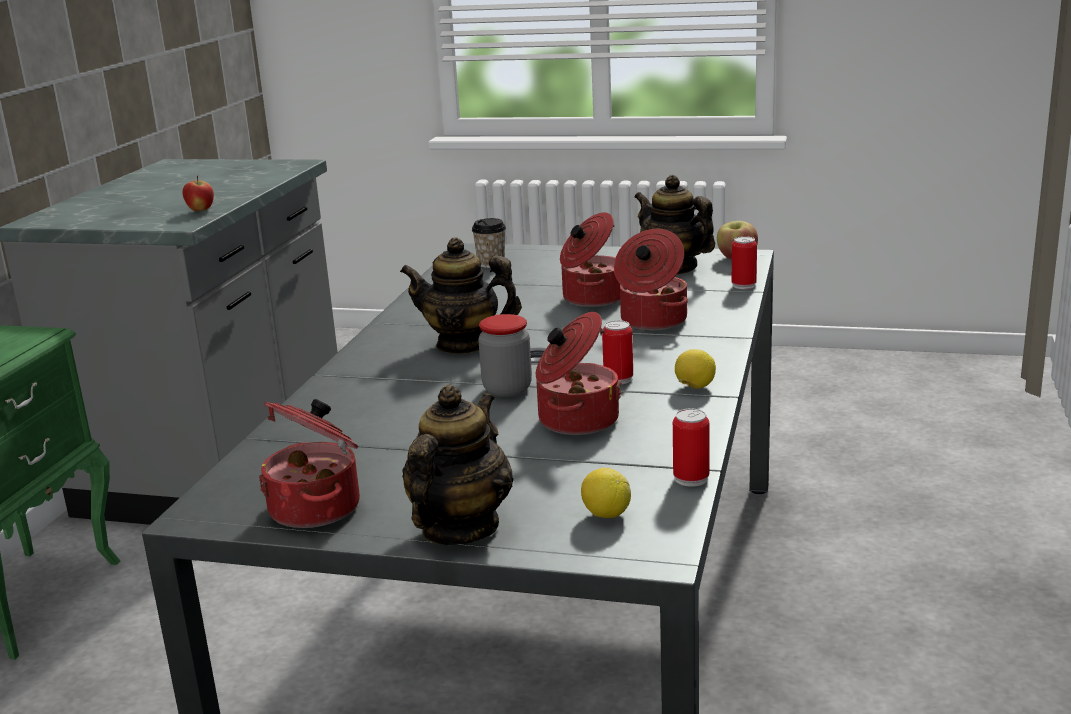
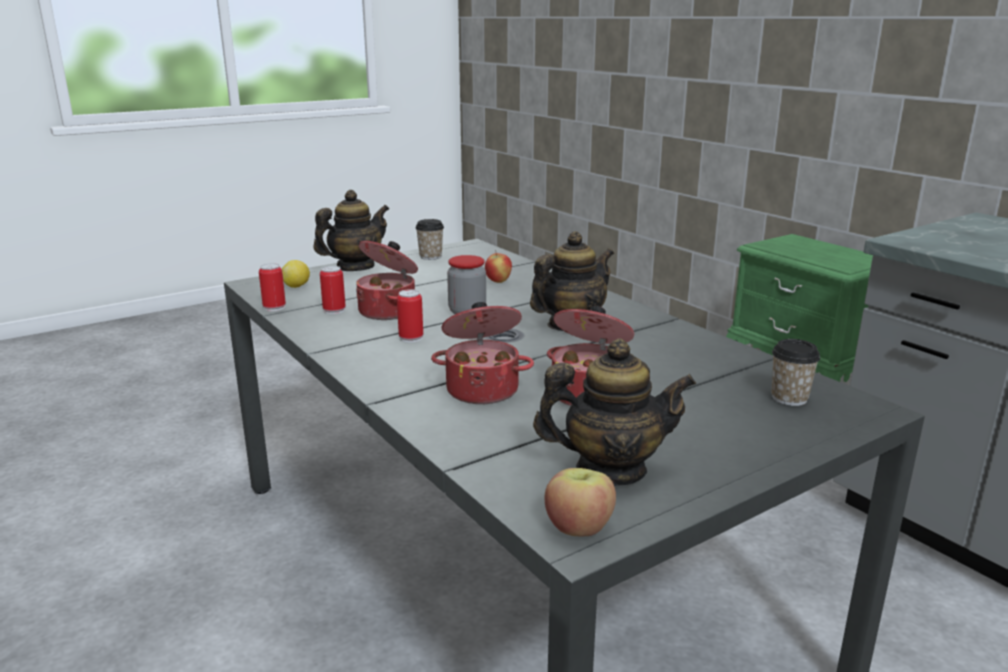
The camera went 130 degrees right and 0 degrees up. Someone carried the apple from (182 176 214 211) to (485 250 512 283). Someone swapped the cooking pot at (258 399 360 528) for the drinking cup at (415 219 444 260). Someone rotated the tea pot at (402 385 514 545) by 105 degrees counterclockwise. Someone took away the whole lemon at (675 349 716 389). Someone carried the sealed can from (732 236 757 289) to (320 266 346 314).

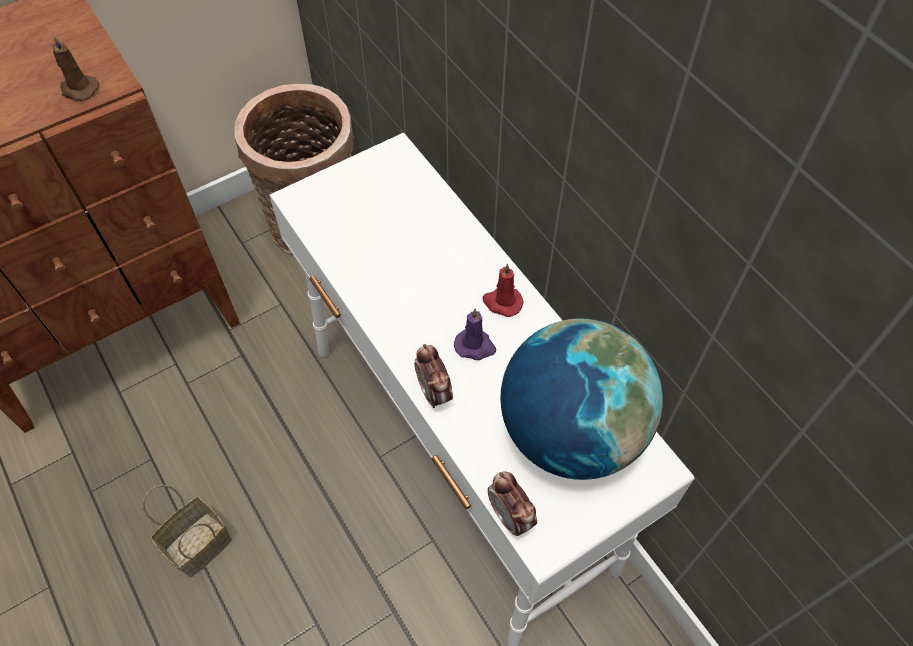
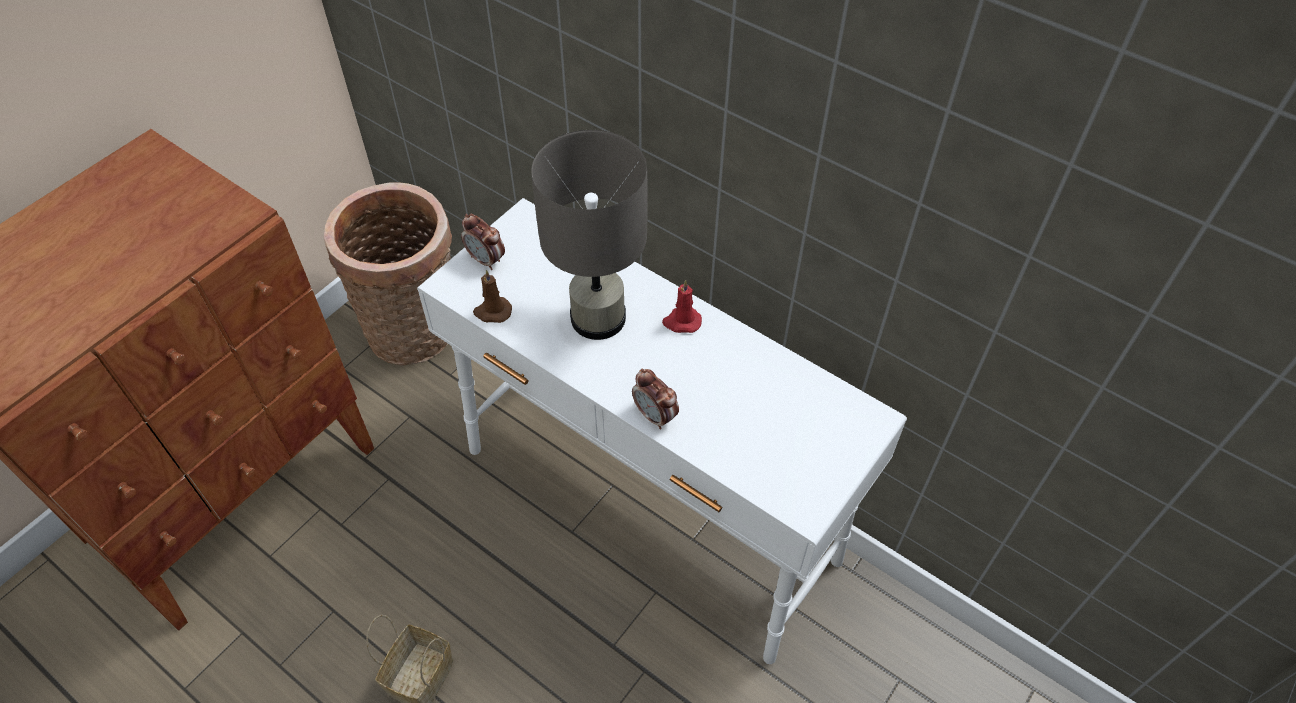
The camera went 20 degrees left and 5 degrees down. Someone carried the wax candle/brown from (52 35 99 101) to (473 270 512 323). Someone took away the wax candle/purplish at (454 309 496 360). Someone carried the table clock from (488 471 537 536) to (461 214 505 270). Someone took away the desk globe at (501 319 663 480). Someone put down the lamp for a table/gray at (531 130 648 340).

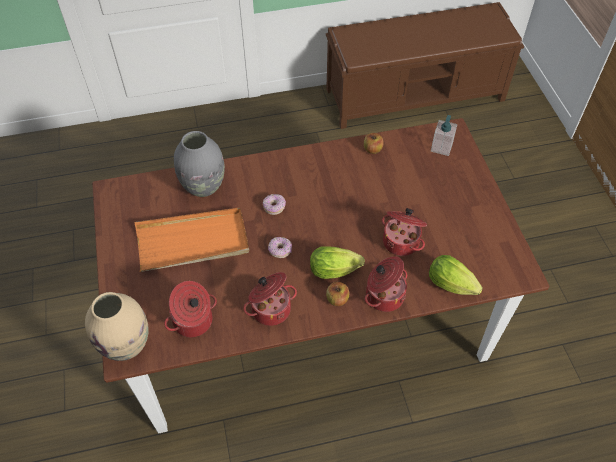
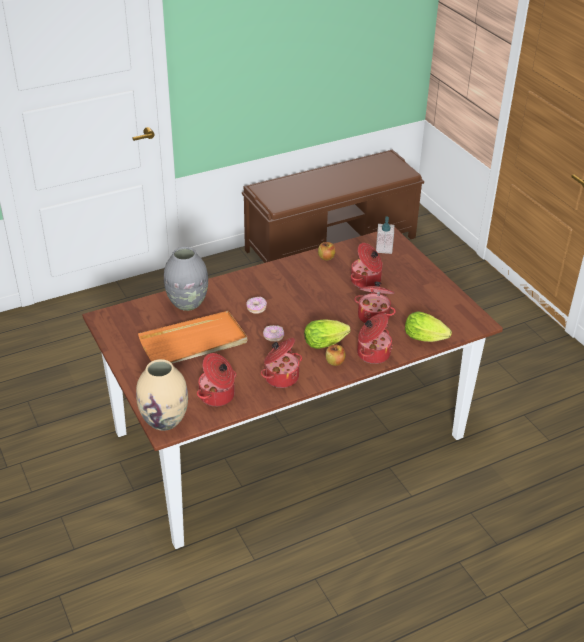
The camera went 15 degrees left and 15 degrees down. Someone put down the cooking pot at (351 243 383 288).

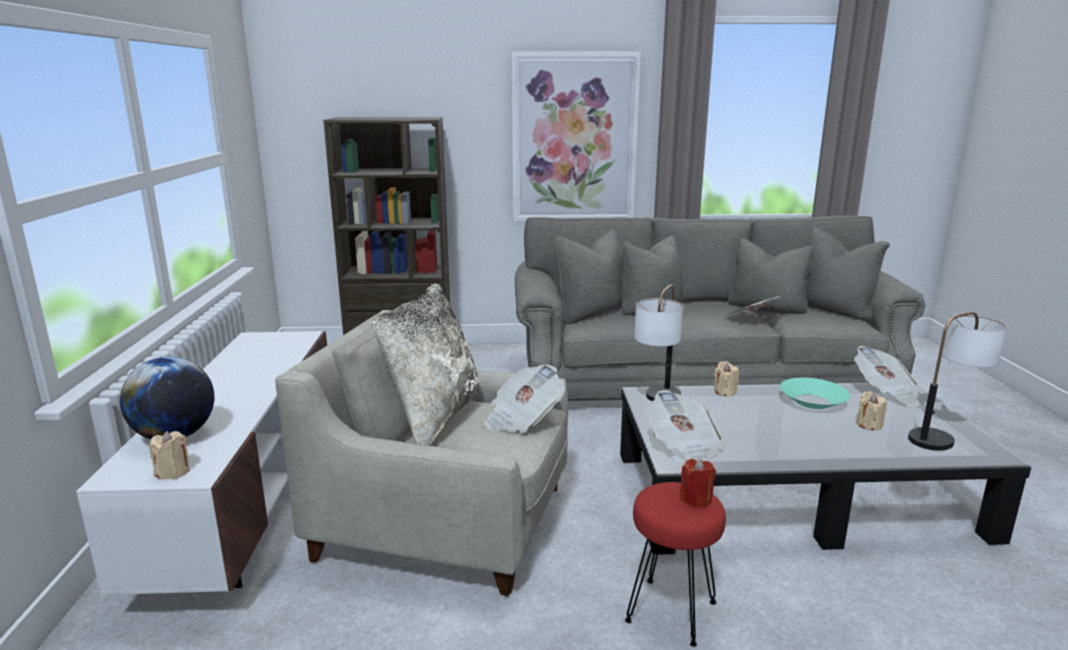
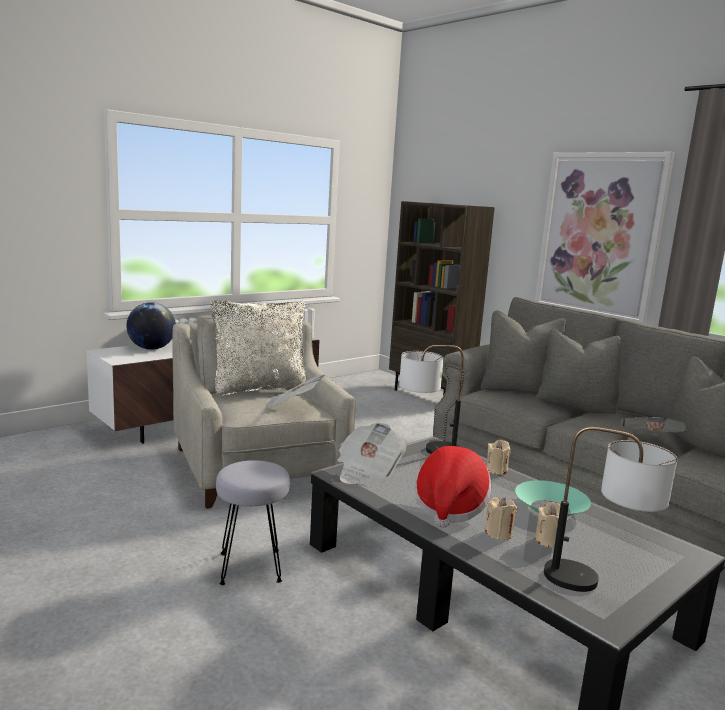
The camera went 50 degrees right and 5 degrees down. Someone carried the wax candle/sand-coloured from (149 431 190 480) to (484 497 517 540). Someone repainted the sitting stool/red-coloured at (625 482 726 647), which became the sitting stool/gray at (216 460 290 585). Someone took away the wax candle/red-coloured at (679 459 716 508). Someone took away the daily paper at (854 346 922 406). Someone put down the wearable hat at (415 446 491 528).

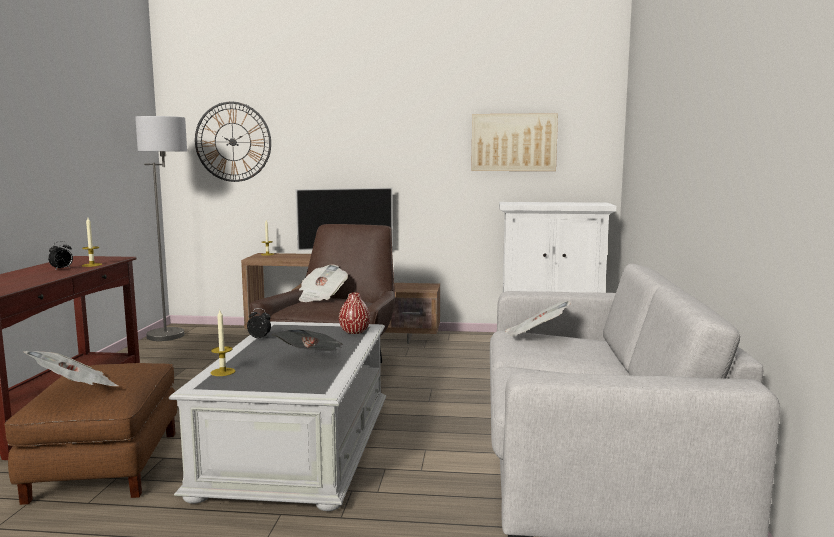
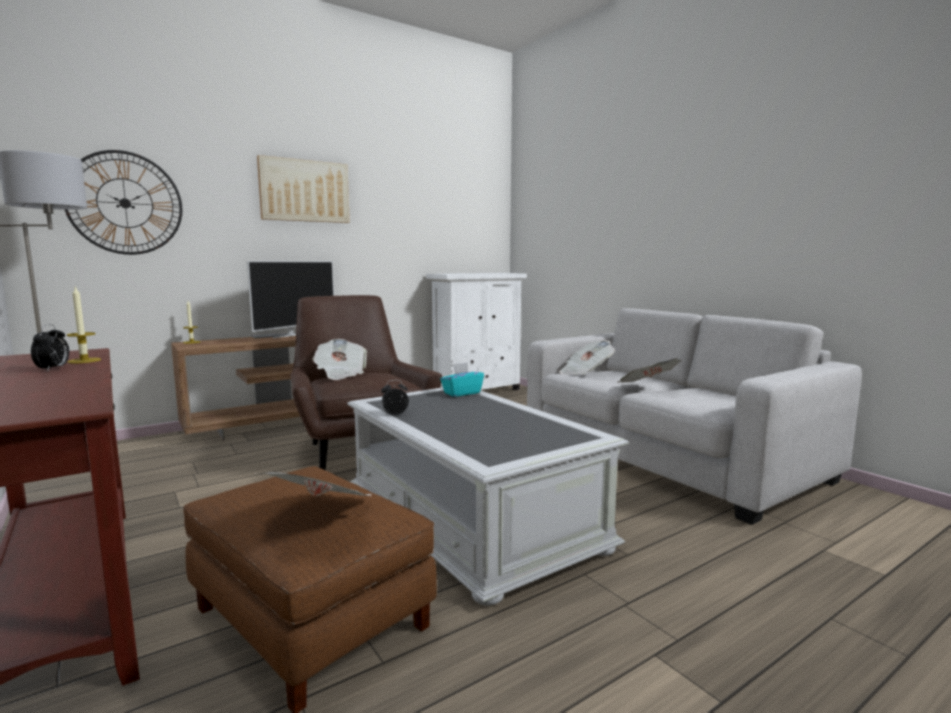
The camera went 40 degrees left and 0 degrees up. Someone took away the wax candle at (211 310 235 376). Someone carried the daily paper from (271 330 343 351) to (618 358 682 383). Someone swapped the vase/red-coloured at (339 293 370 334) for the tissue box/turquoise-coloured at (440 362 484 397). Someone carried the picture from (471 113 558 171) to (257 155 350 223).

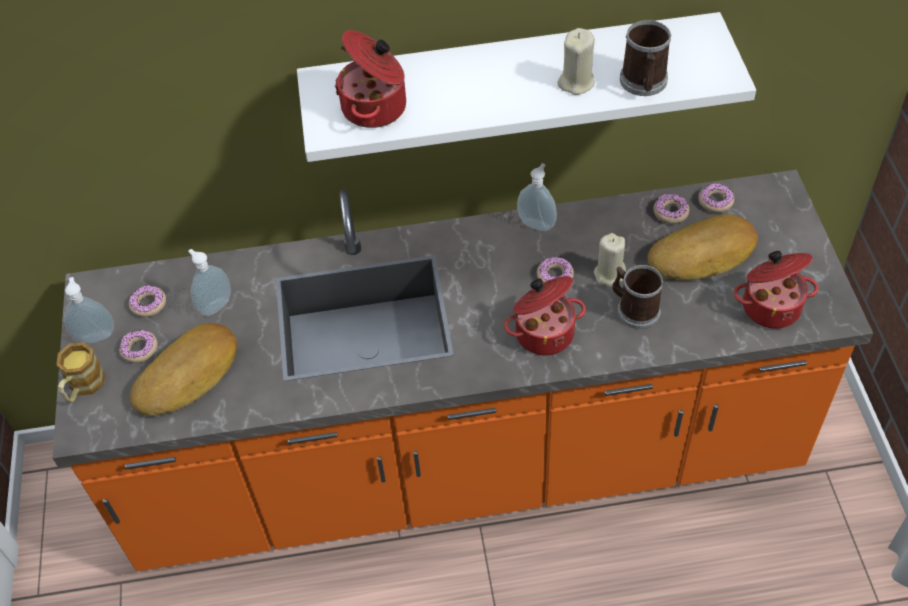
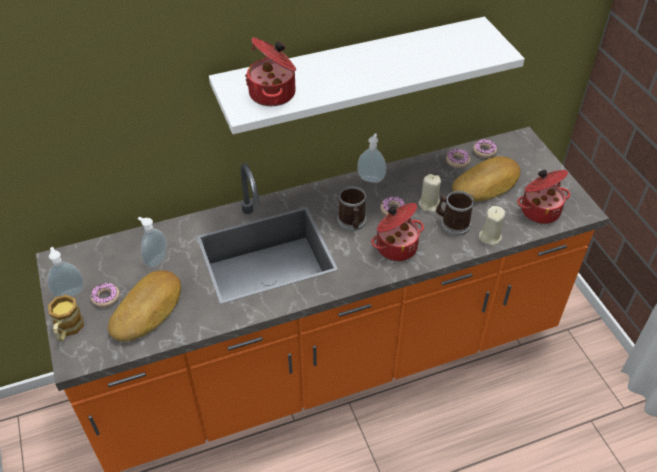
The camera went 15 degrees left and 5 degrees down. Someone took away the doughnut at (129 285 166 317). Someone carried the wax candle/sand-coloured from (557 28 595 95) to (479 206 505 246). Someone carried the coffee mug from (620 20 671 96) to (337 186 366 231).

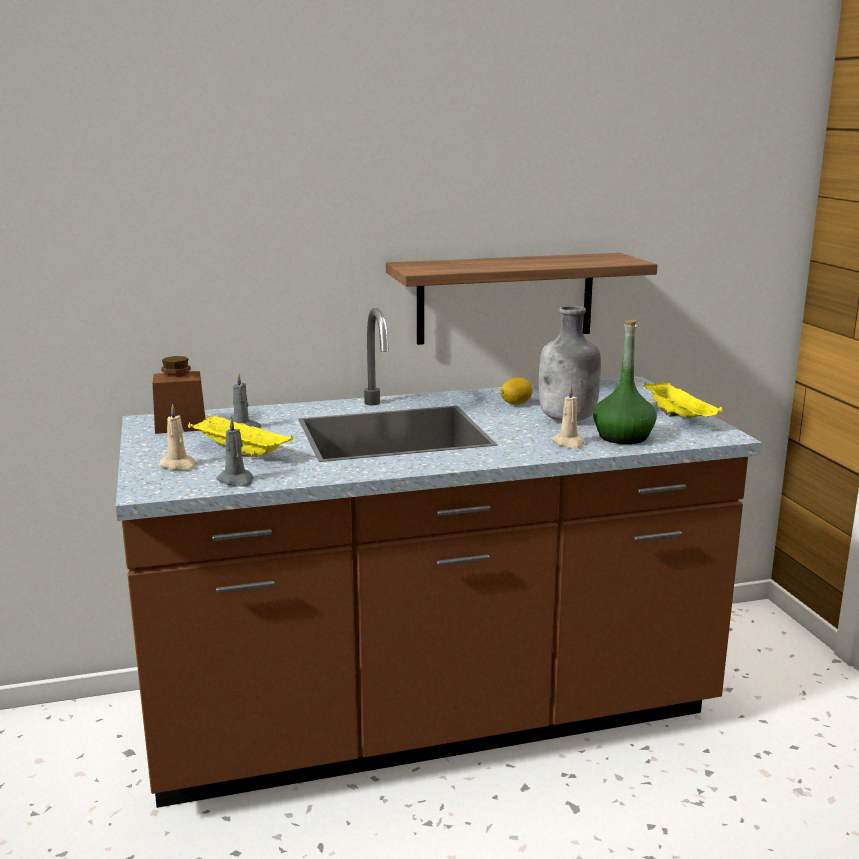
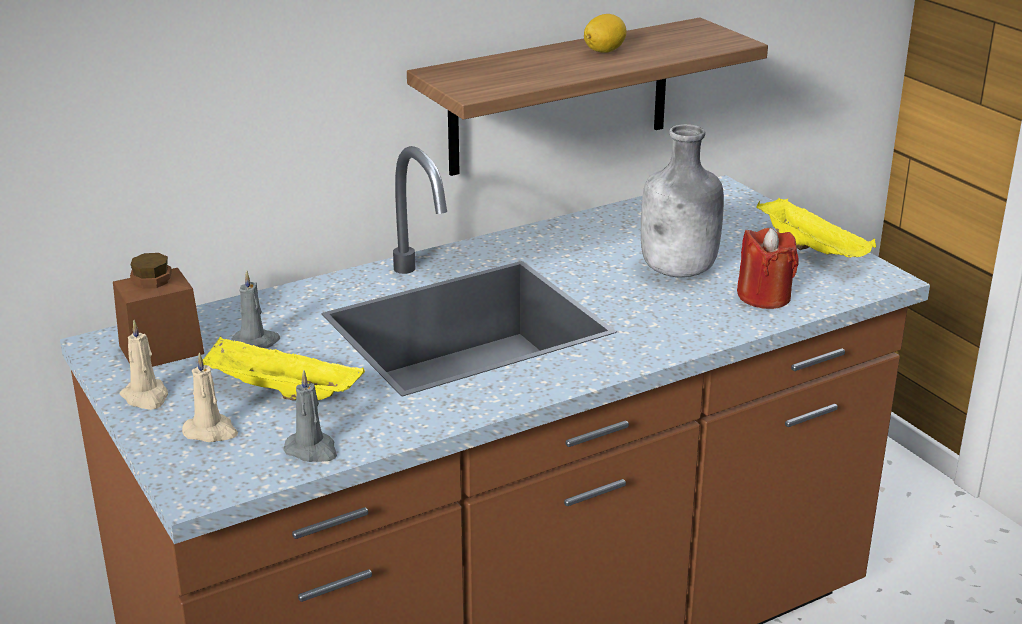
The camera went 15 degrees left and 10 degrees up. Someone carried the whole lemon from (501 378 533 405) to (584 14 626 53). Someone carried the wax candle/sand-coloured from (552 385 585 449) to (120 320 168 410). Someone swapped the drink bottle/green-coloured at (593 319 657 444) for the wax candle/red-coloured at (737 228 799 309).

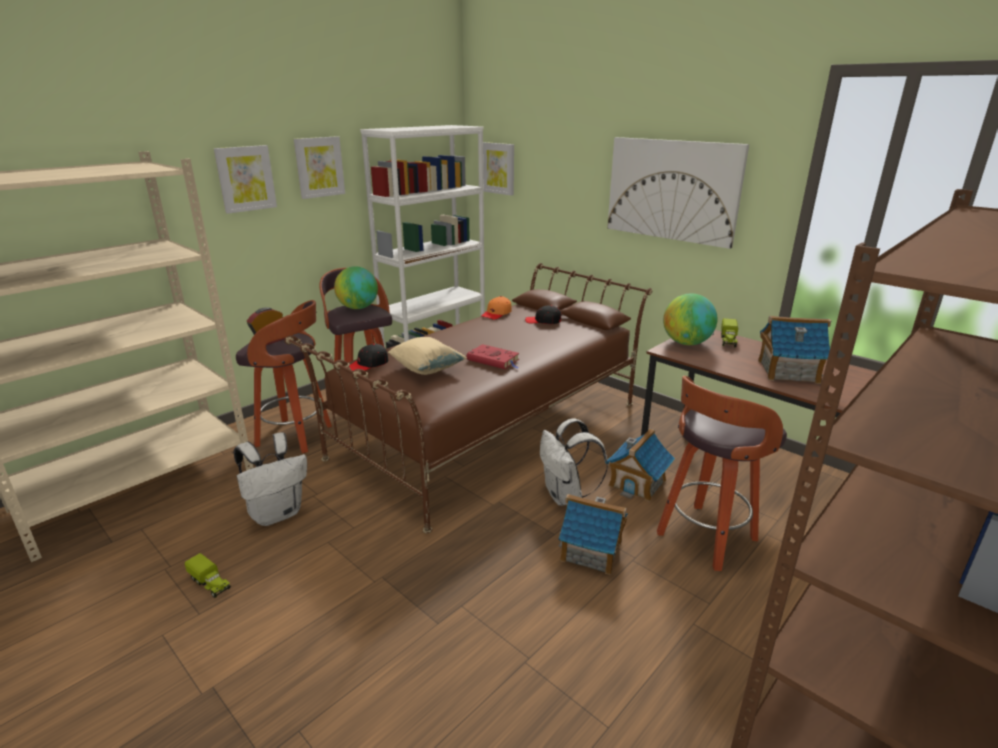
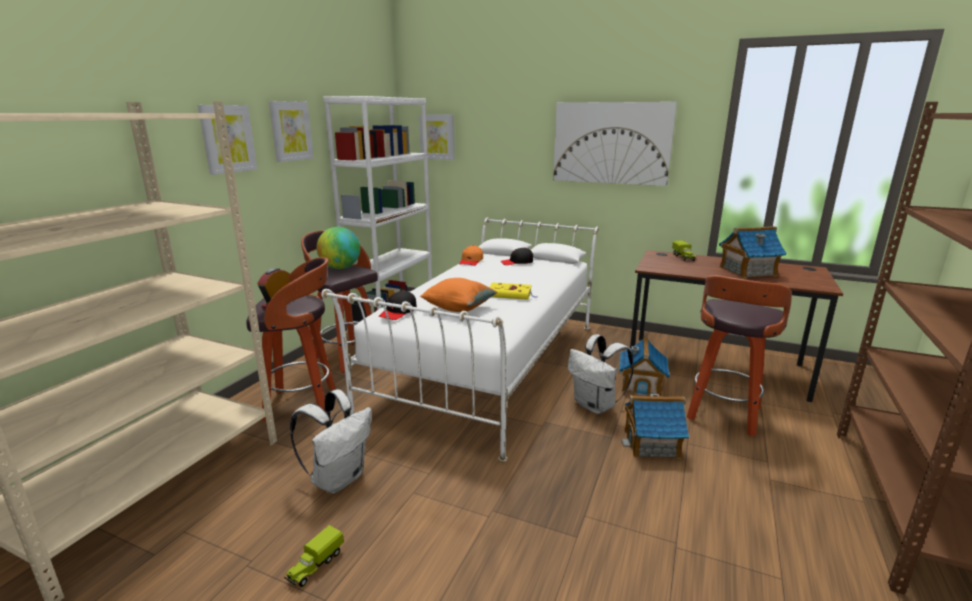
The camera went 20 degrees left and 5 degrees down. Someone rotated the toy lorry at (185 553 231 598) by 105 degrees clockwise. Someone repainted the sleeping bed/brown at (284 263 652 534), which became the sleeping bed/white-coloured at (321 217 599 462). Someone repainted the pillow/sand-coloured at (388 337 467 375), which became the pillow/orange at (420 278 498 312). Someone repainted the bound book/red-coloured at (466 344 519 369), which became the bound book/yellow-coloured at (489 282 538 300). Someone took away the desk globe at (663 293 717 345).

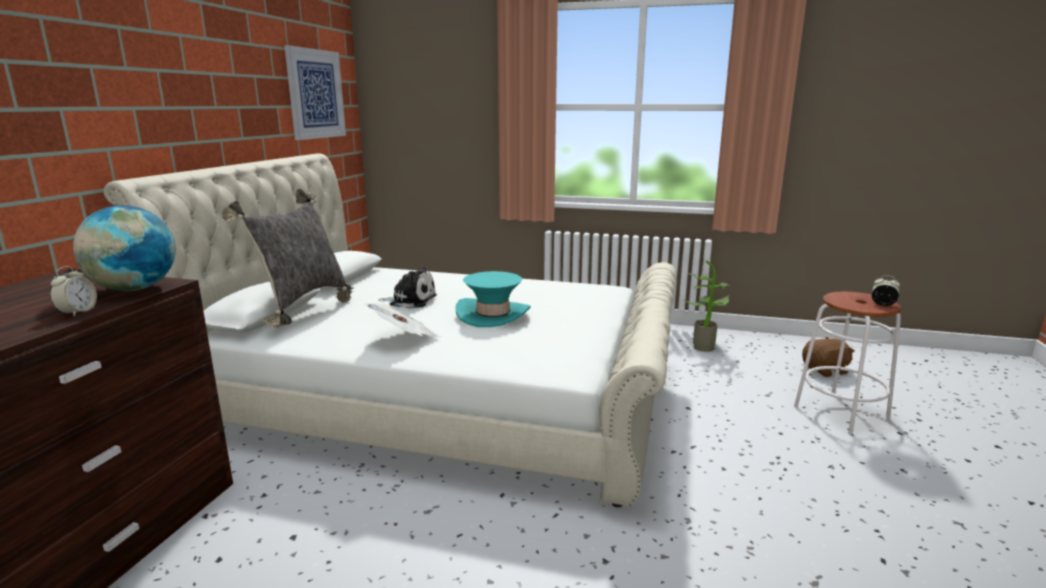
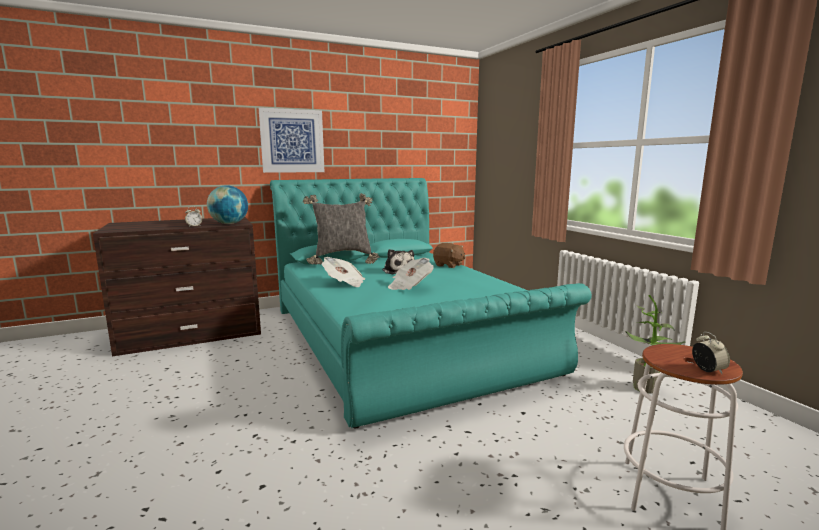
The camera went 50 degrees right and 5 degrees down. Someone repainted the sleeping bed/sand-coloured at (103 154 677 507), which became the sleeping bed/turquoise-coloured at (270 178 592 428). Someone carried the picture from (284 45 346 140) to (259 107 325 173). Someone swapped the wearable hat/turquoise-coloured at (456 271 531 327) for the daily paper at (388 258 434 290). Someone carried the plush toy/brown from (802 337 855 377) to (433 243 466 268).

